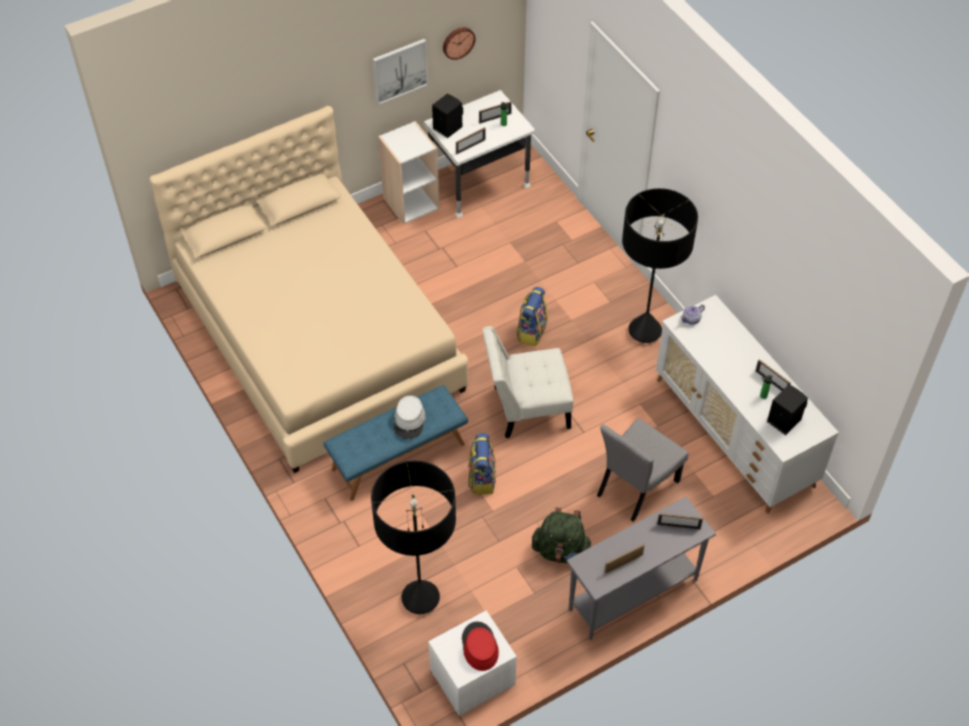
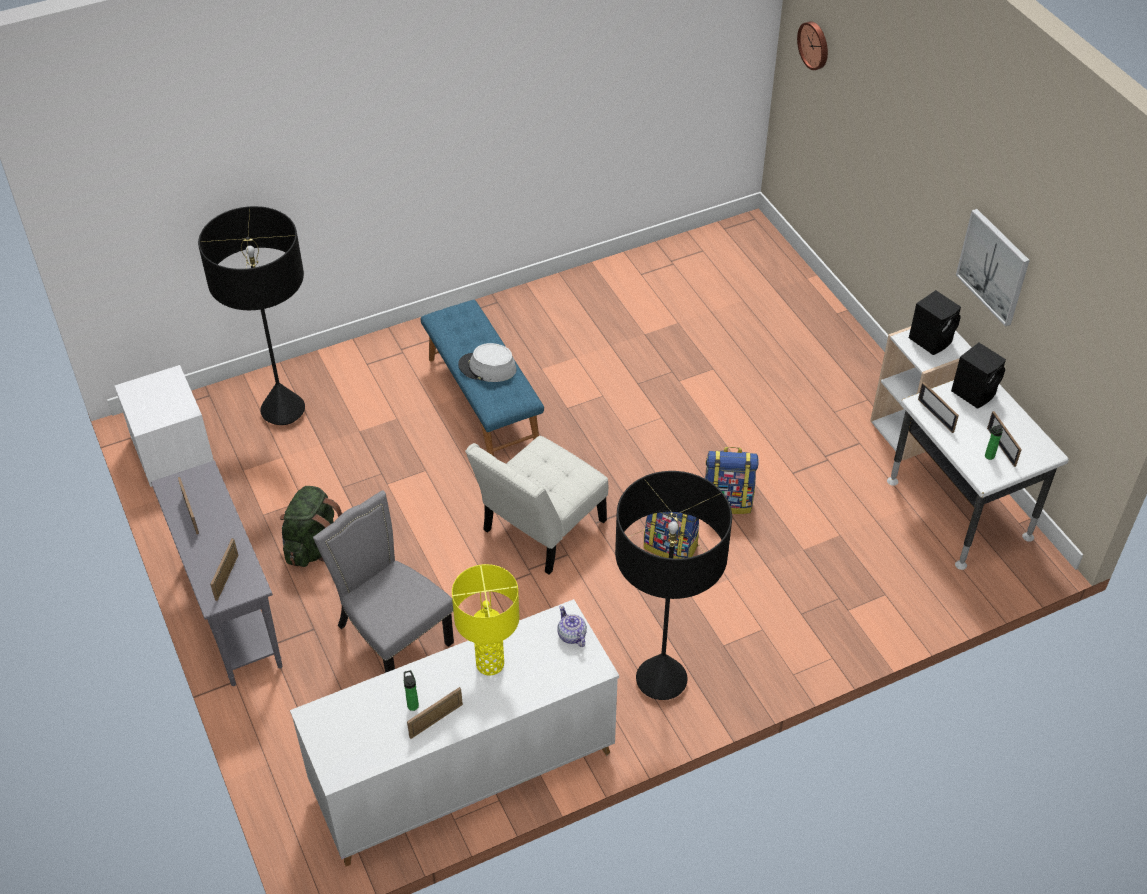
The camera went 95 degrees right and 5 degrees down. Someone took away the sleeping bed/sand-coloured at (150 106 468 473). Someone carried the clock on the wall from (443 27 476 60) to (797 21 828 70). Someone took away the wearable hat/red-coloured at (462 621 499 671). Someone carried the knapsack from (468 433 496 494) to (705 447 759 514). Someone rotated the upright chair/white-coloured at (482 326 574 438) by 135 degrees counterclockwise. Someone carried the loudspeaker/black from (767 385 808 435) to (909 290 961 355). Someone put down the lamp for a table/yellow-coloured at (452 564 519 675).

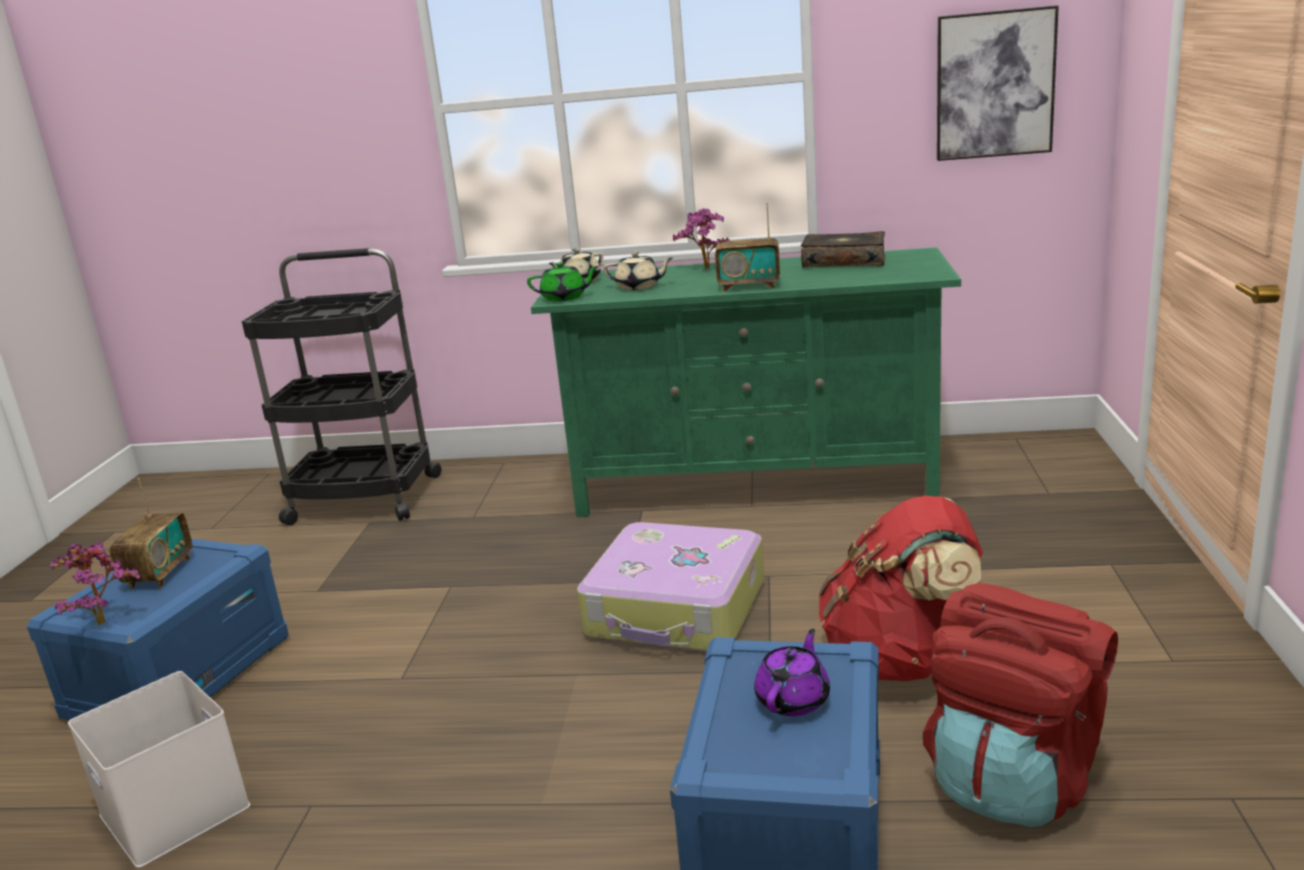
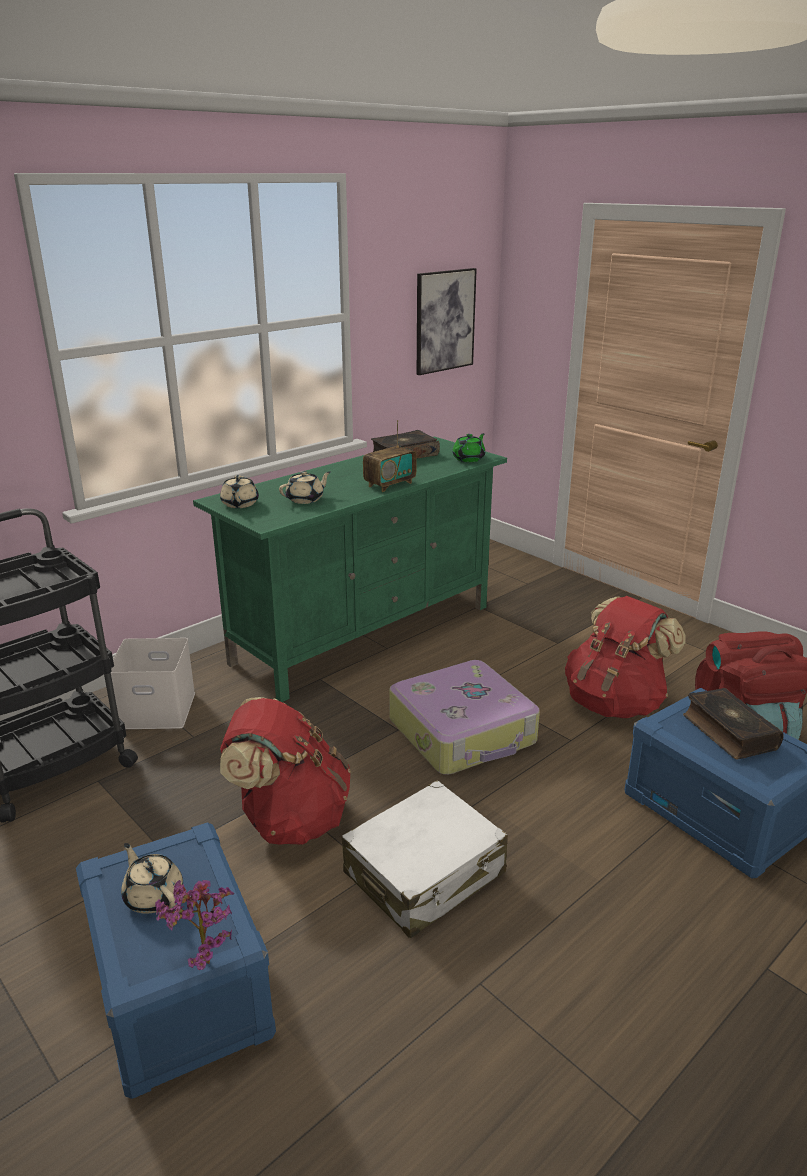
The camera went 50 degrees left and 5 degrees up. Someone carried the storage container/white-coloured from (68 671 250 868) to (111 638 195 729). Someone swapped the radio set at (109 478 193 590) for the tea pot/sand-coloured at (121 843 183 914). Someone carried the tea pot/green-coloured from (527 262 599 301) to (452 433 485 462). Someone took away the plant in a pot at (673 208 730 268). Someone swapped the tea pot/purplish at (754 629 830 716) for the bound book at (683 688 783 759). Someone put down the knapsack/red-coloured at (220 697 351 845). Someone put down the suitcase/white-coloured at (342 780 508 938).

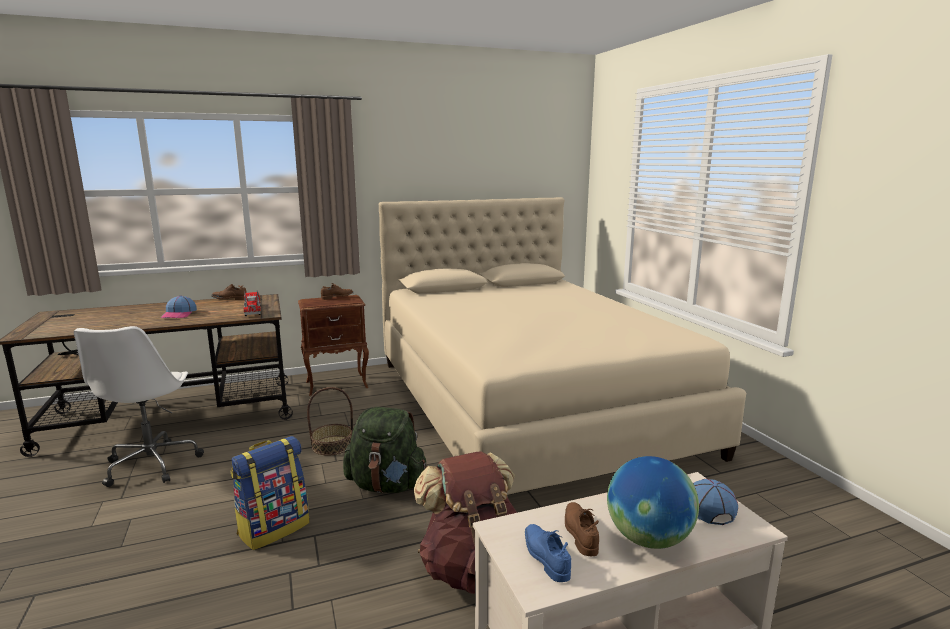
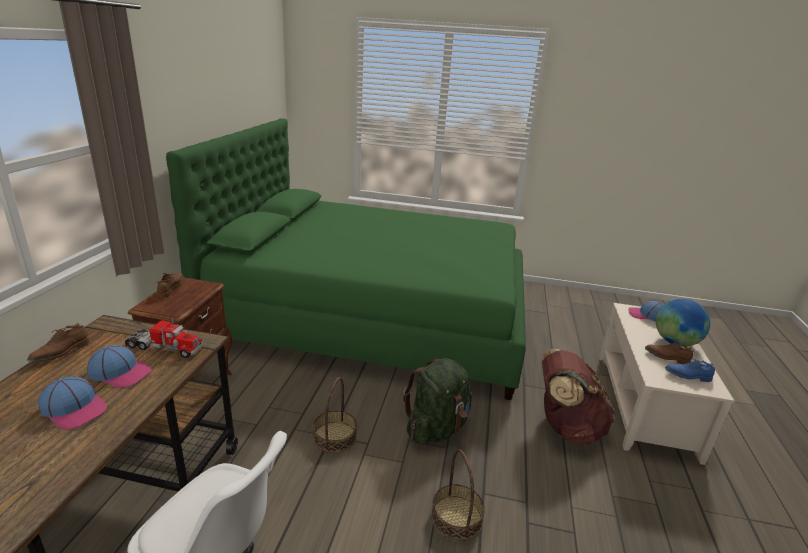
The camera went 60 degrees left and 10 degrees up. Someone swapped the knapsack at (231 436 310 550) for the storage basket at (431 449 485 540). Someone repainted the sleeping bed/sand-coloured at (379 197 746 495), which became the sleeping bed/green-coloured at (166 118 526 400). Someone put down the cap at (87 345 151 388).

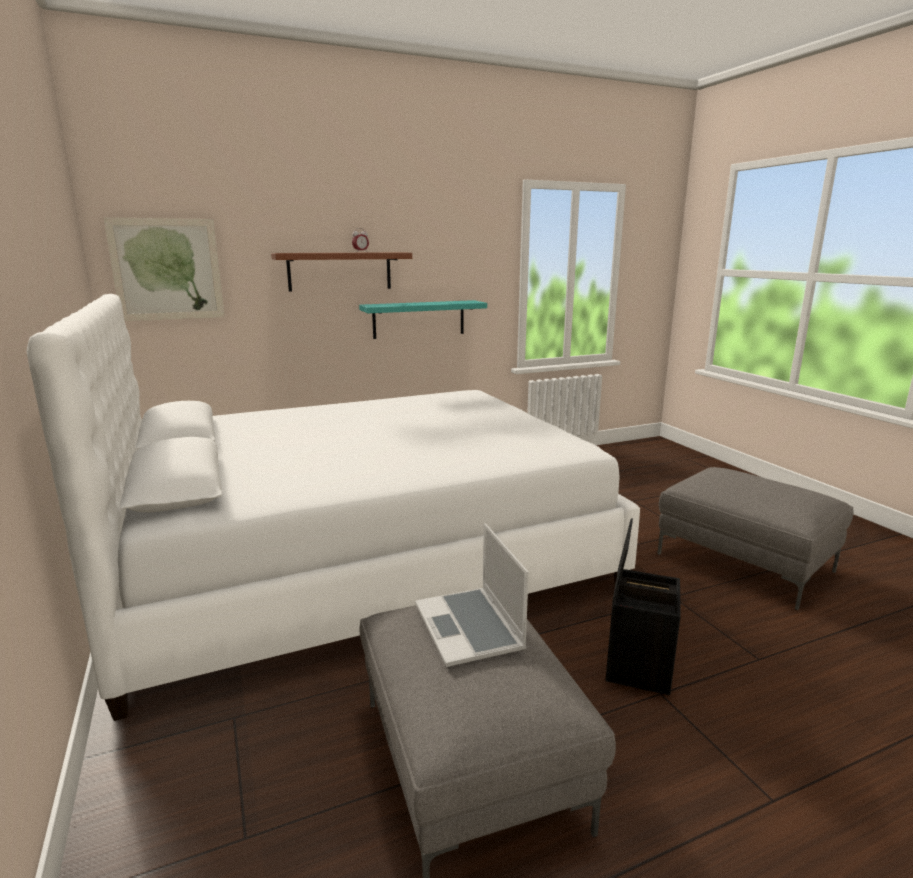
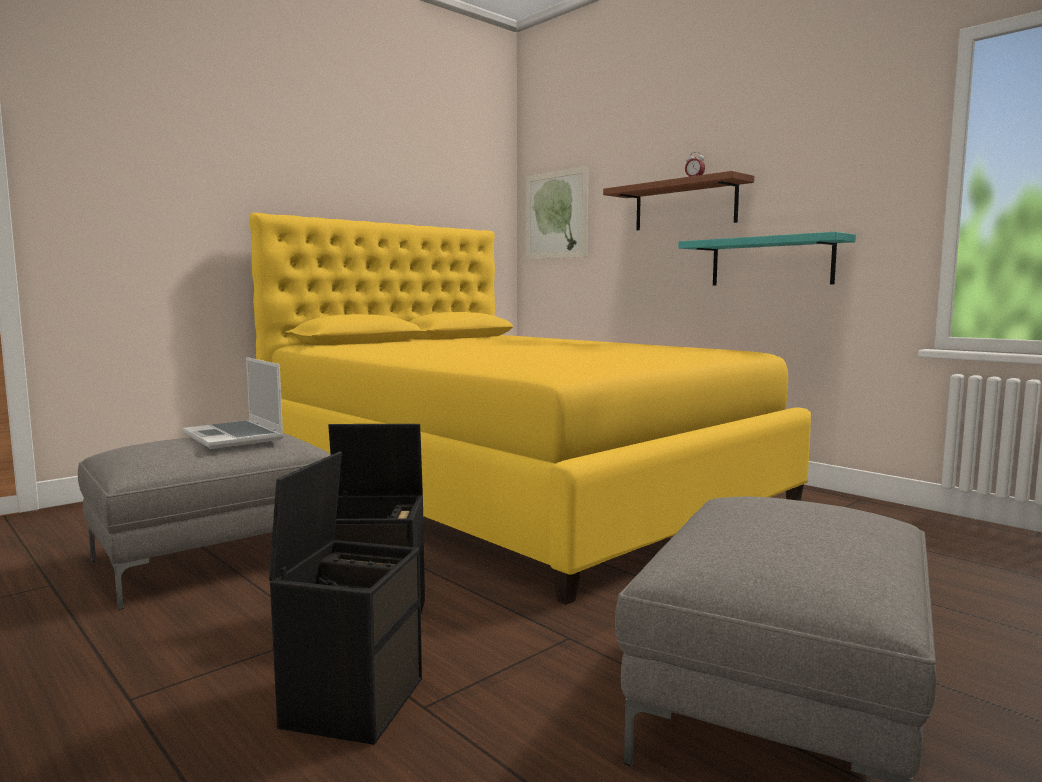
The camera went 70 degrees right and 10 degrees down. Someone repainted the sleeping bed/white-coloured at (27 294 640 721), which became the sleeping bed/yellow-coloured at (250 213 811 605). Someone rotated the notebook computer at (415 523 529 667) by 90 degrees counterclockwise. Someone put down the storage container/black at (269 451 422 745).

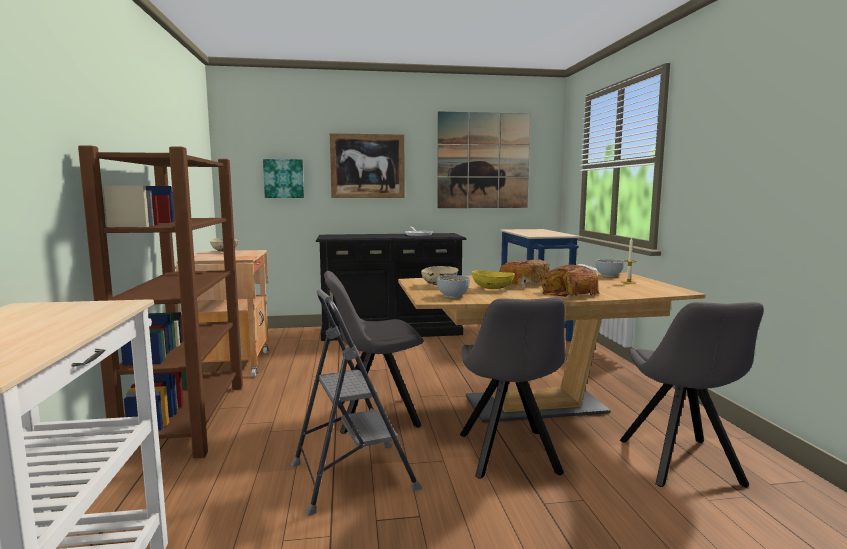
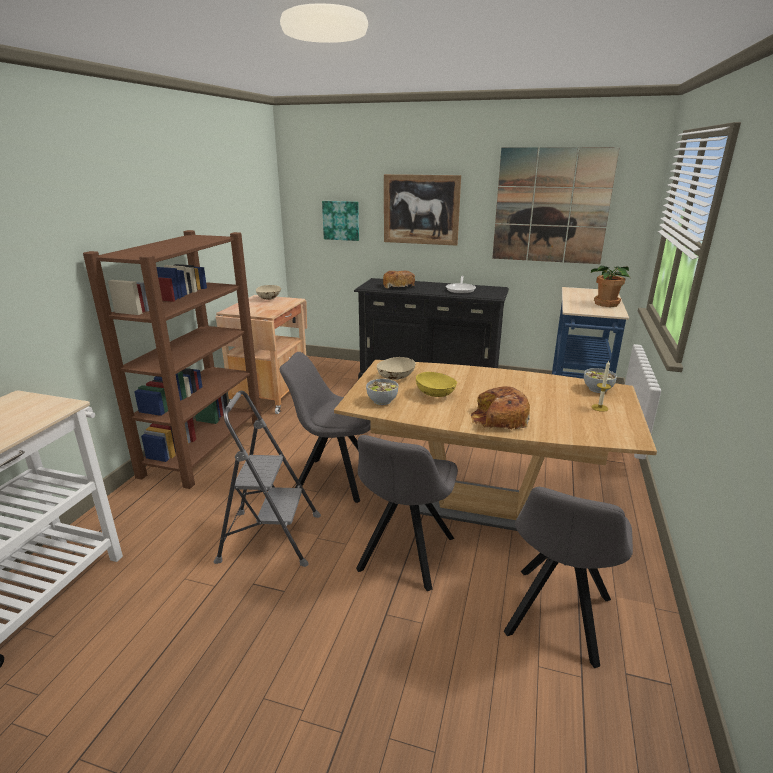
The camera went 25 degrees right and 15 degrees up. Someone carried the baked bread from (499 259 550 286) to (383 271 415 288). Someone put down the plant in a pot at (591 266 630 307).

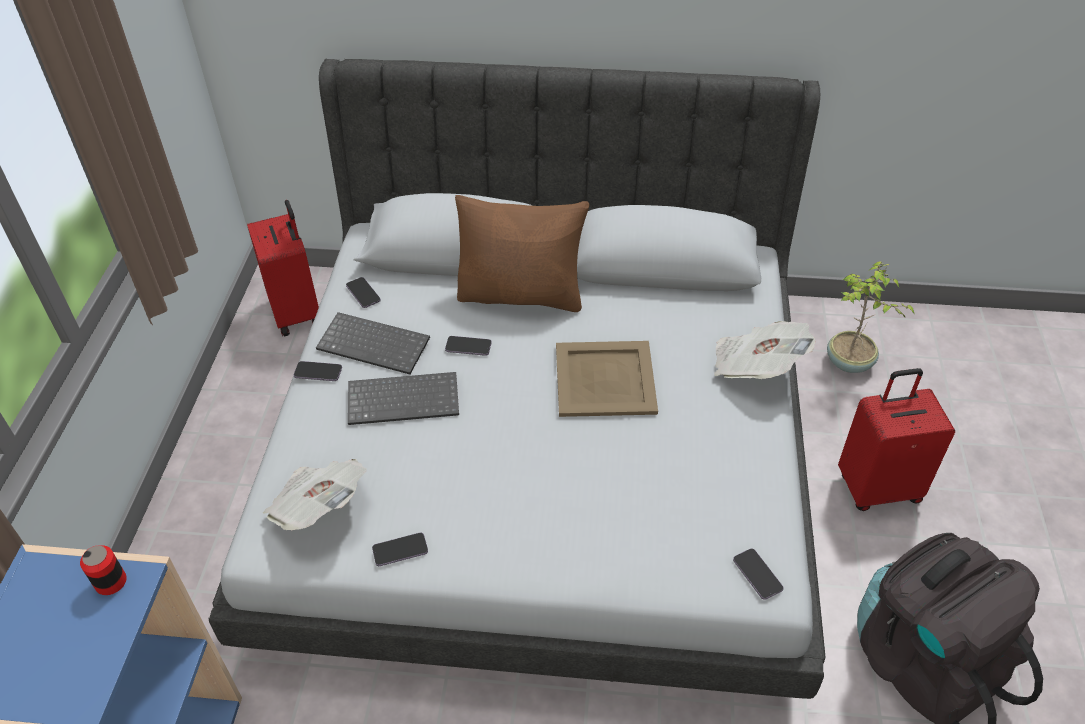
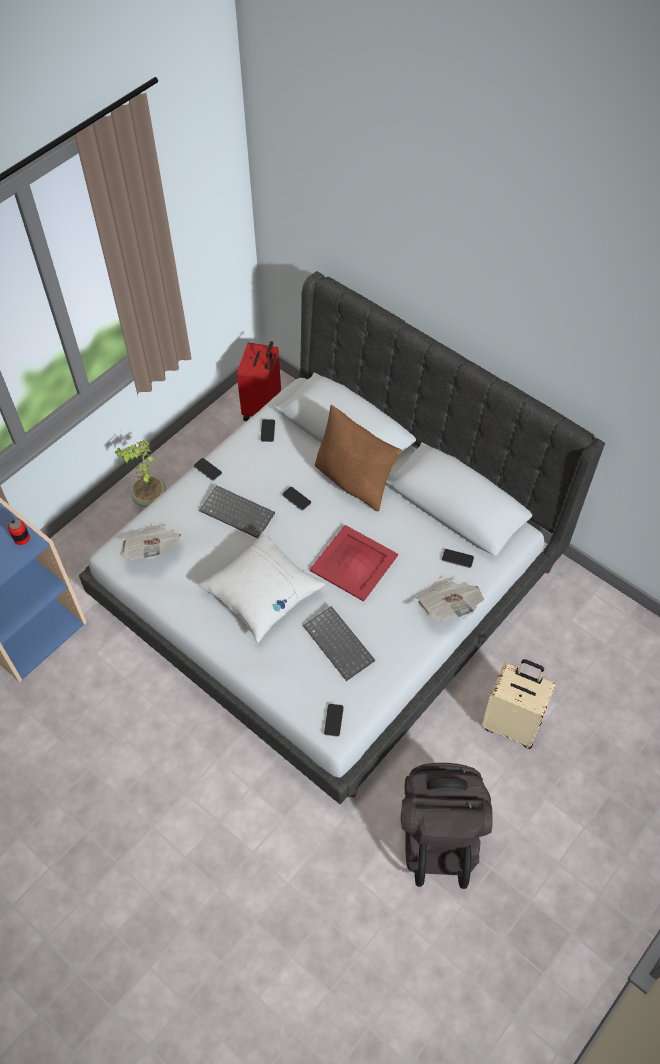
The camera went 35 degrees right and 10 degrees up. Someone carried the computer keyboard from (316 312 430 374) to (303 606 375 681). Someone carried the telephone from (372 533 428 566) to (442 549 474 568). Someone repainted the tray/sand-coloured at (556 341 658 417), which became the tray/red-coloured at (310 525 398 602). Someone carried the plant in a pot from (827 261 915 373) to (114 440 166 508). Someone repainted the suitcase/red-coloured at (838 368 955 511), which became the suitcase/sand-coloured at (482 659 556 749). Someone put down the pillow/gray at (198 530 325 643).

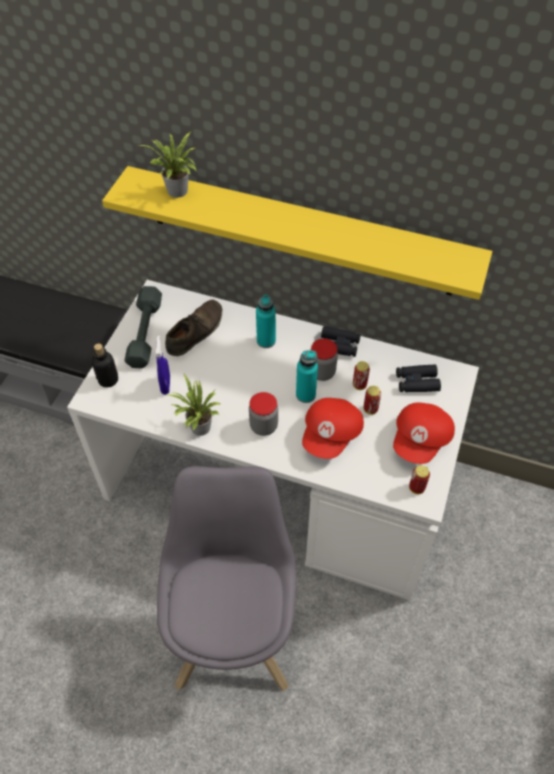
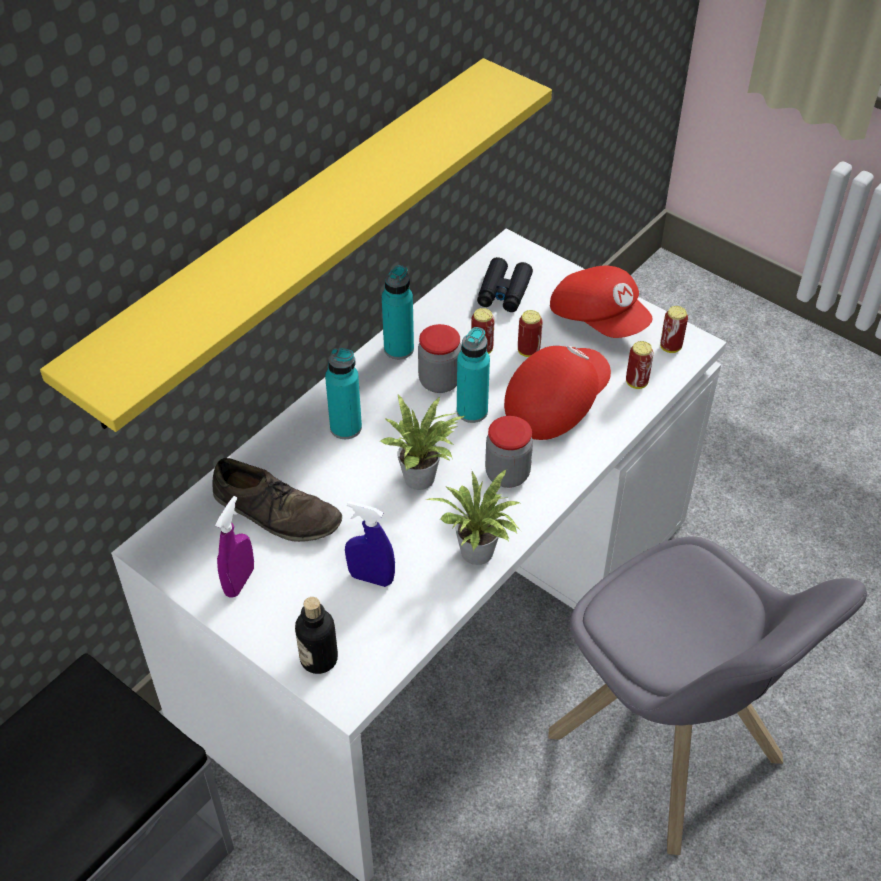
The camera went 70 degrees left and 5 degrees down. Someone swapped the free weight/gray at (124 286 162 368) for the hand sprayer/purplish at (215 496 254 598). Someone carried the plant in a pot from (138 132 197 198) to (380 394 464 490). Someone rotated the upright chair/gray at (157 466 297 691) by 150 degrees counterclockwise. Someone rotated the shoe/brown at (165 300 222 356) by 150 degrees clockwise. Someone rotated the cap/red-coloured at (302 398 364 459) by 90 degrees counterclockwise. Someone swapped the binoculars/black at (321 326 360 357) for the drink bottle/turquoise-coloured at (382 265 414 359). Someone put down the sealed can at (626 341 654 389).

